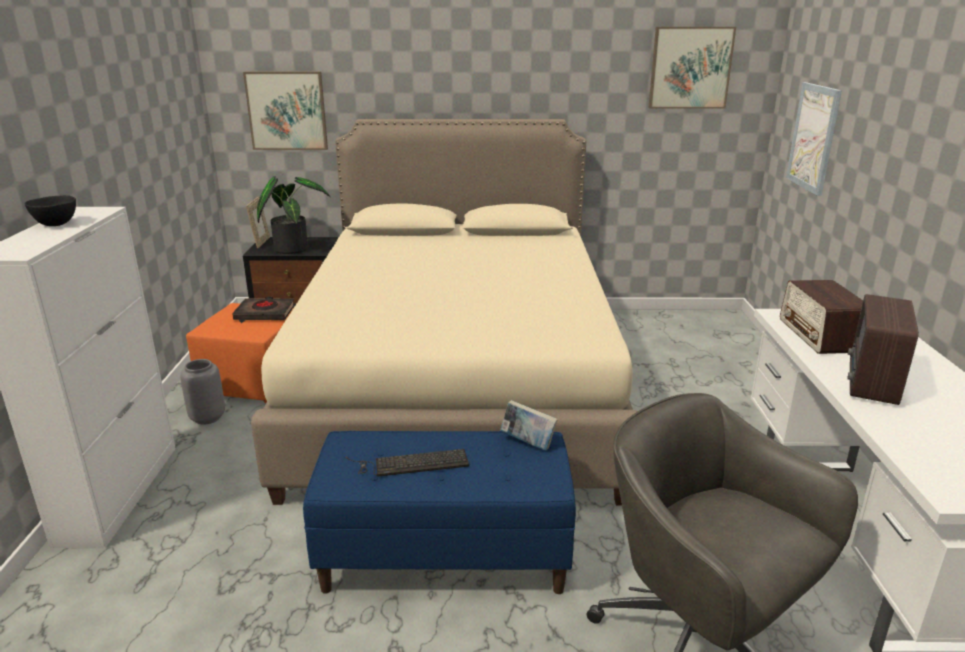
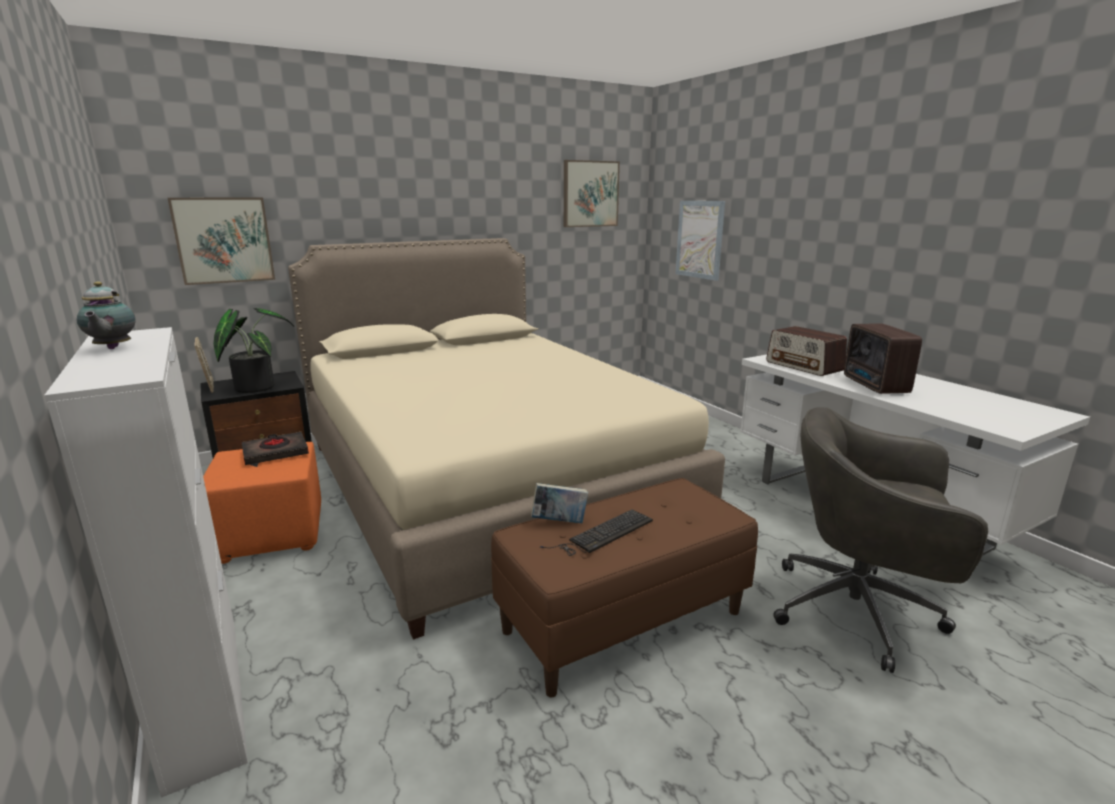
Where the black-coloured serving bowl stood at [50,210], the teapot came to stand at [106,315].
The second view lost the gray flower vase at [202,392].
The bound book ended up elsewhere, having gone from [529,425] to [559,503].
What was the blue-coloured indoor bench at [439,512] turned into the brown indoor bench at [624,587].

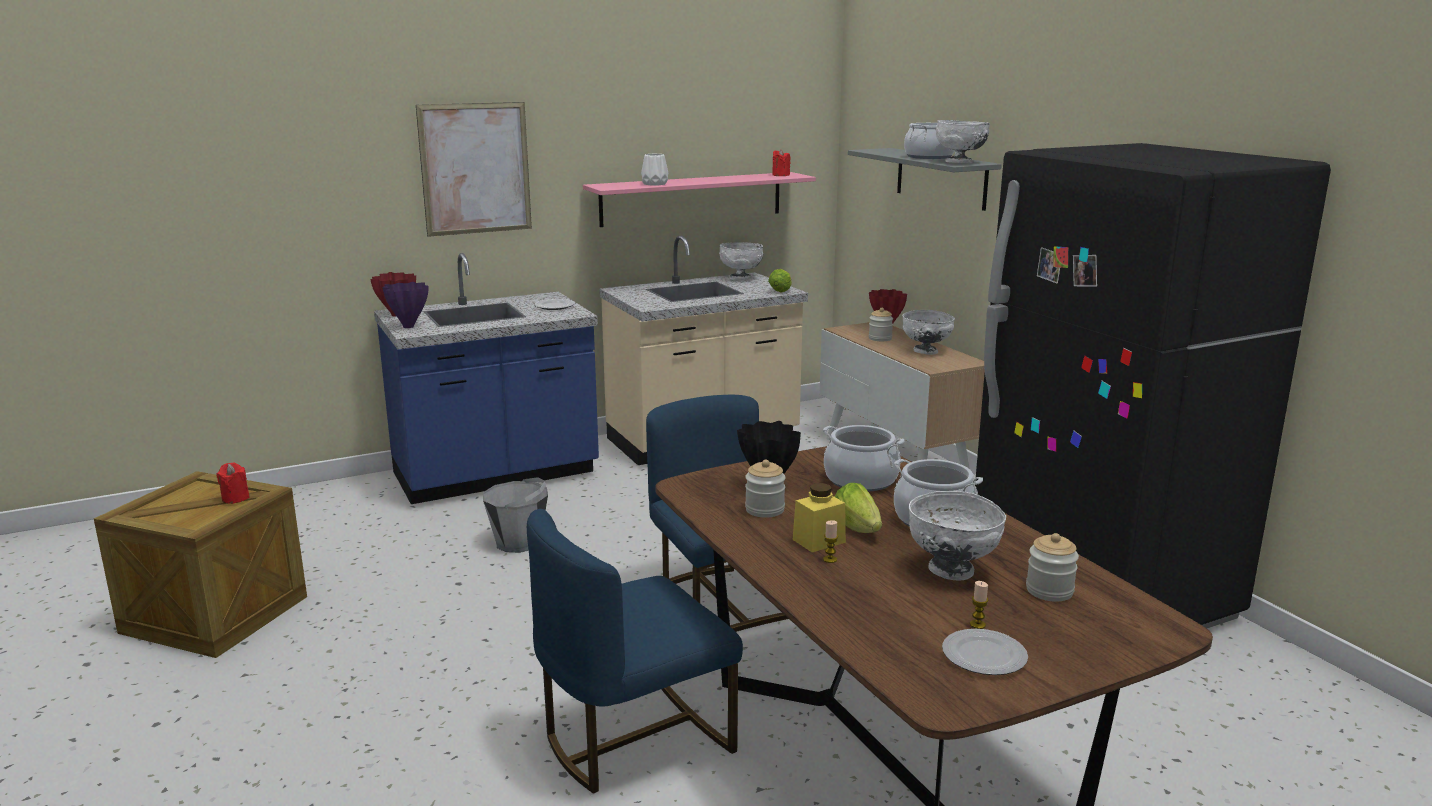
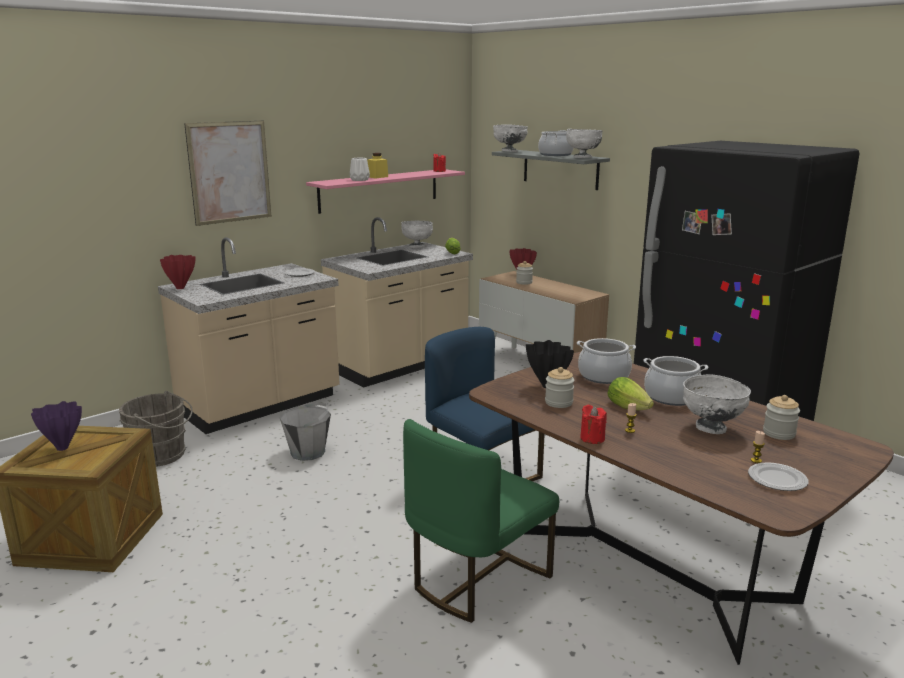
What was the blue-coloured kitchen counter at [486,378] turned into the beige kitchen counter at [249,335].
The purplish flower vase ended up elsewhere, having gone from [405,305] to [56,426].
The white serving bowl ended up elsewhere, having gone from [928,332] to [510,138].
The red-coloured wax candle ended up elsewhere, having gone from [233,483] to [593,424].
The yellow-coloured storage jar ended up elsewhere, having gone from [819,517] to [377,165].
What was the blue-coloured plain chair at [635,651] turned into the greenish plain chair at [481,521].
The second view gained the gray pail at [156,429].

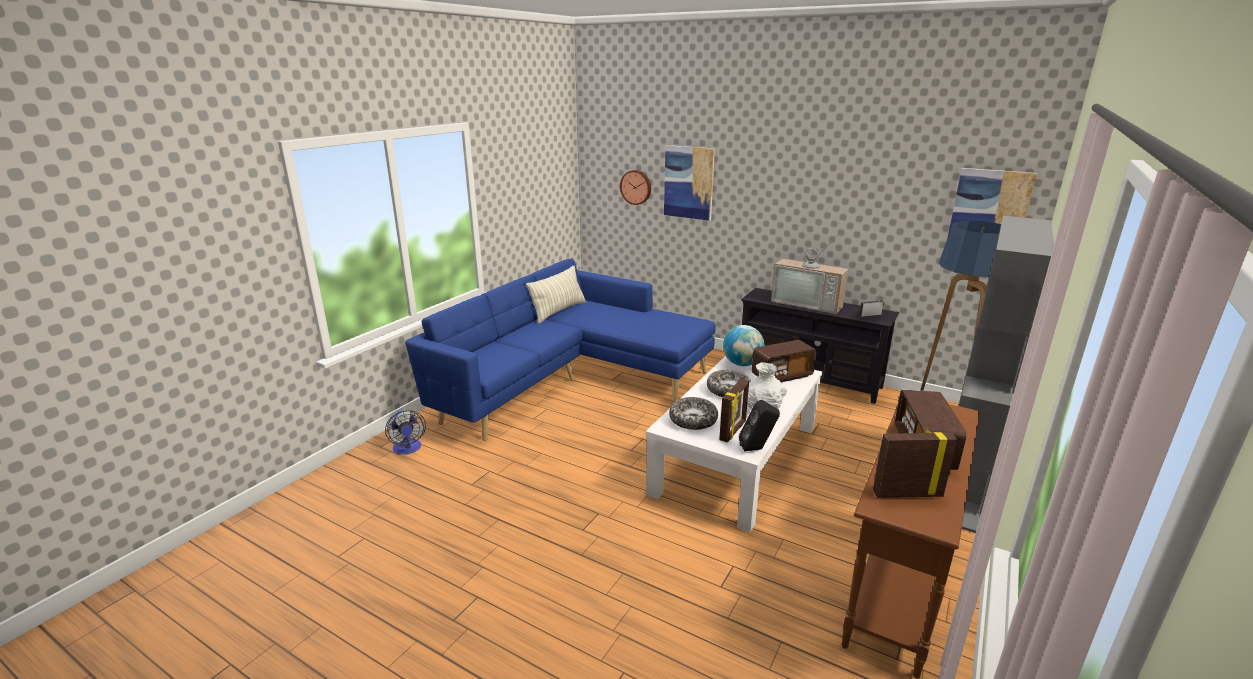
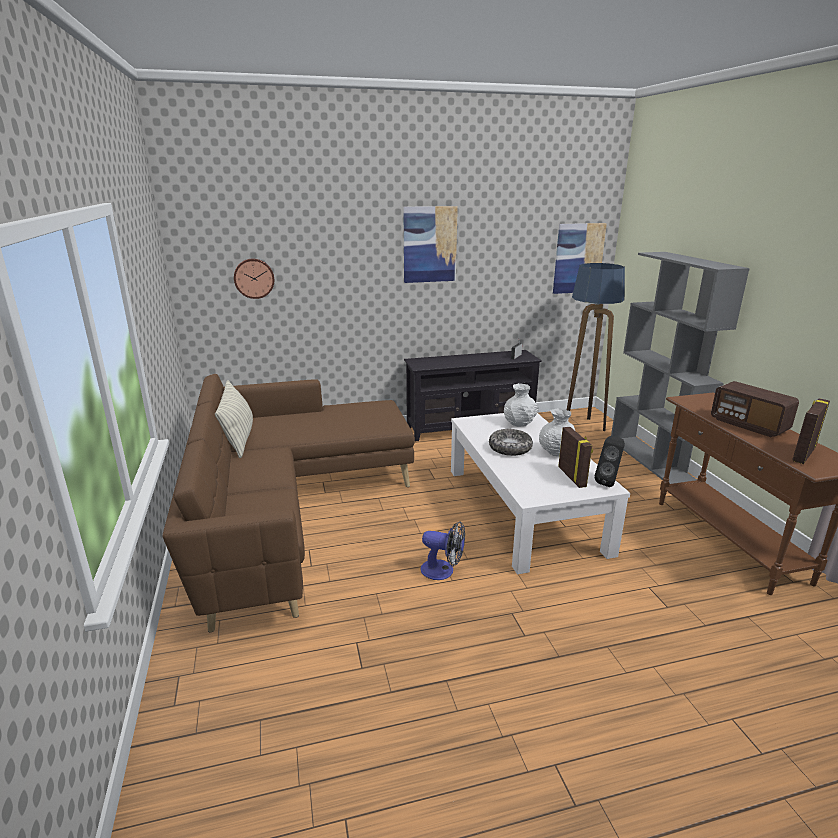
The wall art ended up elsewhere, having gone from [689,183] to [430,244].
The second view lost the television at [809,272].
What was the blue-coloured settee at [560,350] turned into the brown settee at [289,503].
The second view lost the desk globe at [744,345].
Where the radio stood at [784,361], the white flower vase came to stand at [521,405].
The second view lost the serving bowl at [693,413].
The electric fan ended up elsewhere, having gone from [405,432] to [443,550].

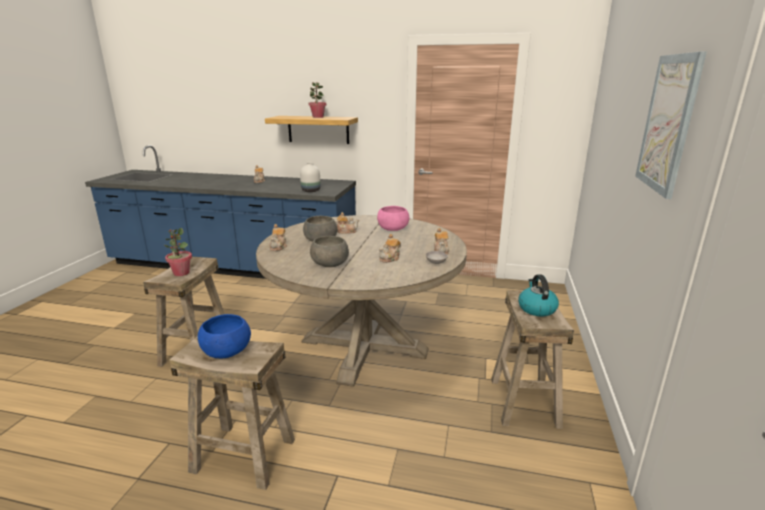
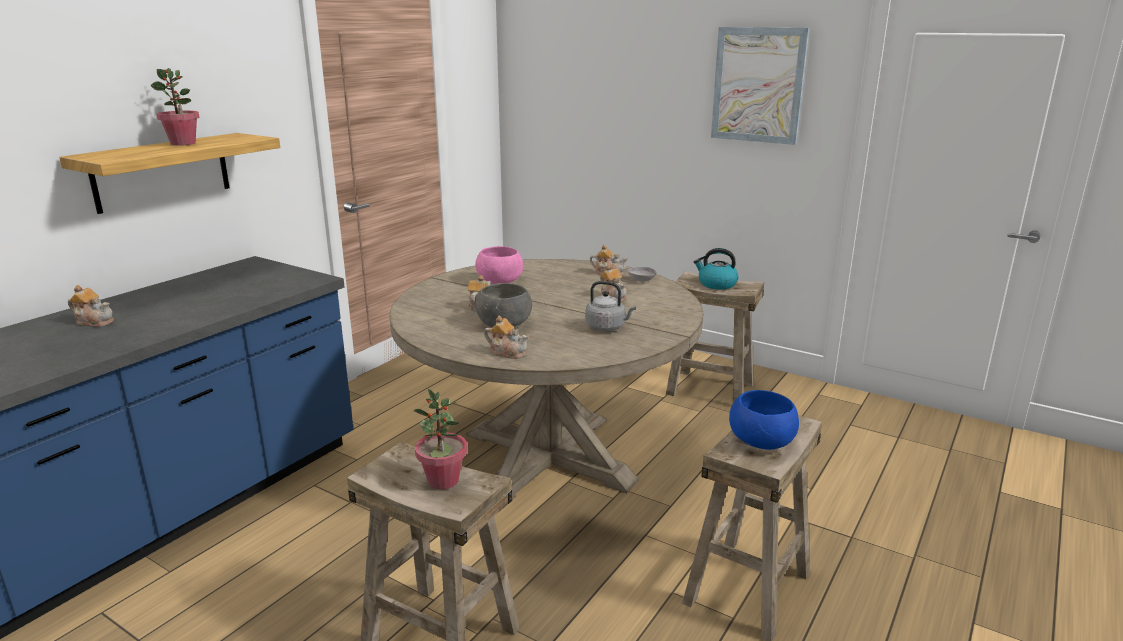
The second view lost the white flower vase at [310,177].
Where the gray serving bowl stood at [329,251], the gray tea kettle came to stand at [611,306].

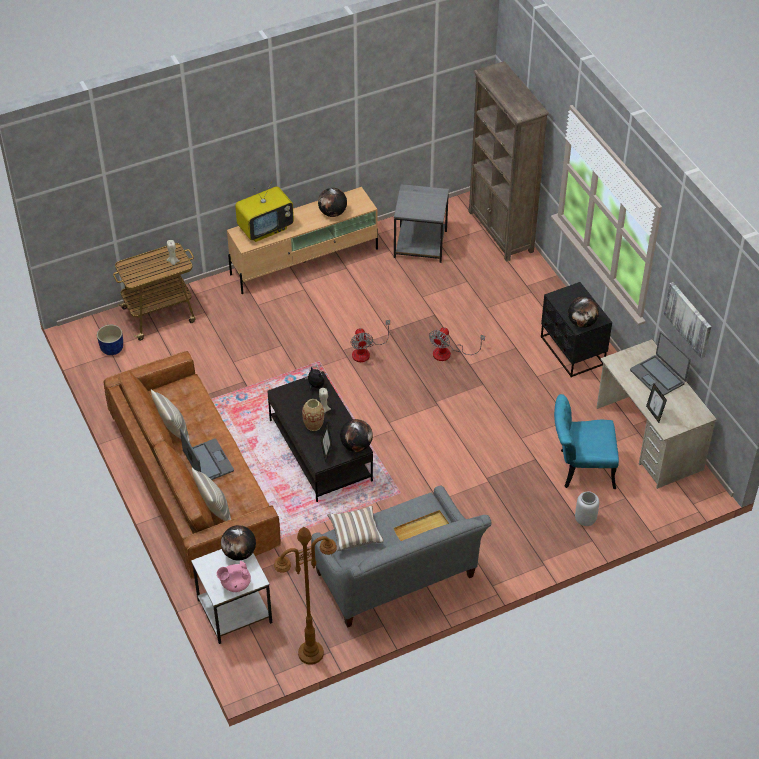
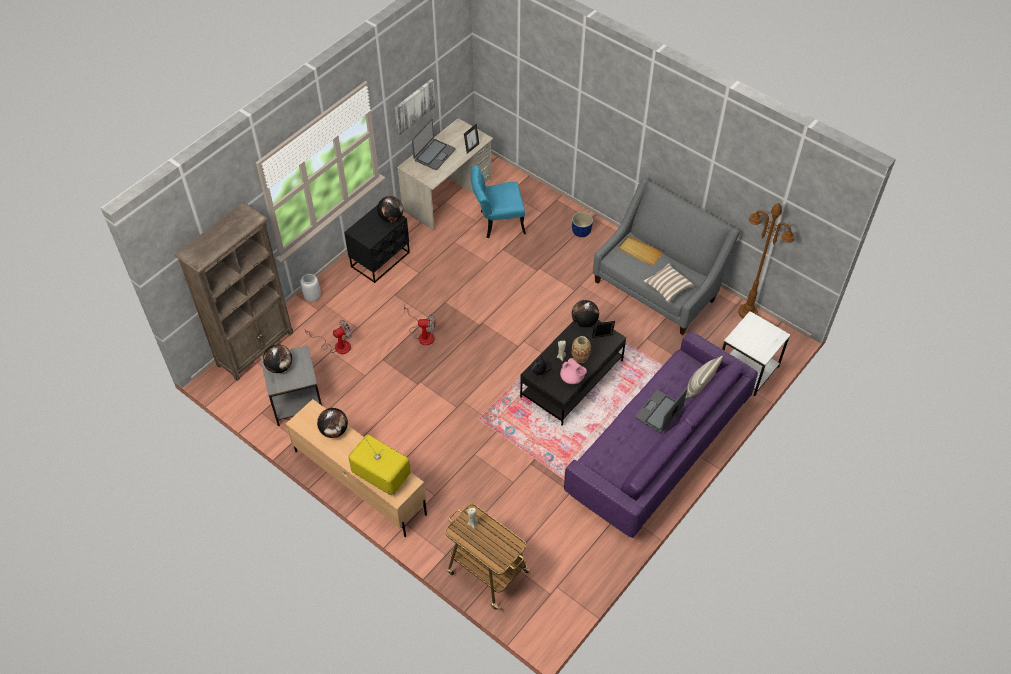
The electric fan ended up elsewhere, having gone from [370,341] to [328,337].
The blue-coloured planter ended up elsewhere, having gone from [110,340] to [582,224].
What was the brown settee at [192,465] turned into the purplish settee at [661,434].
The second view lost the throw pillow at [170,416].
The turquoise-coloured plain chair at [586,441] ended up facing another way, 105 degrees clockwise from before.
The gray flower vase ended up elsewhere, having gone from [587,508] to [310,288].
The desk globe ended up elsewhere, having gone from [238,543] to [277,358].
The pink-coloured teapot ended up elsewhere, having gone from [234,576] to [573,371].

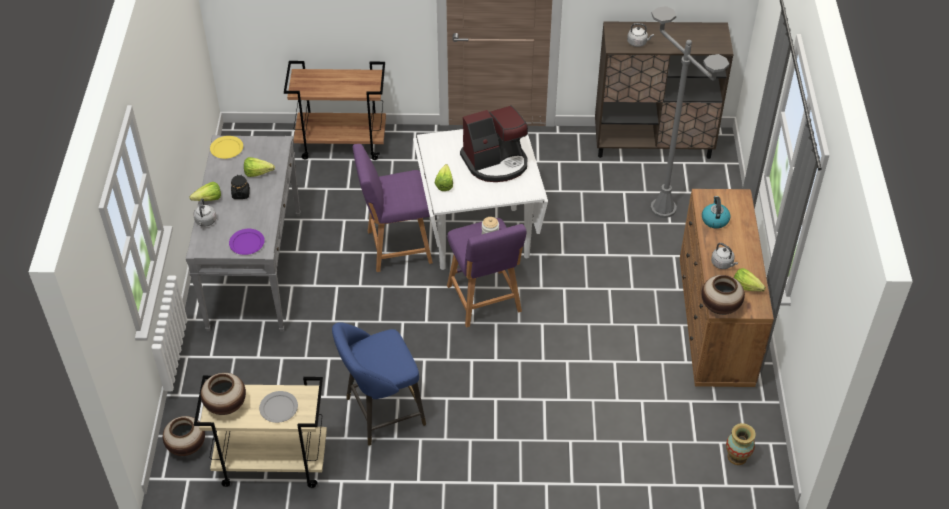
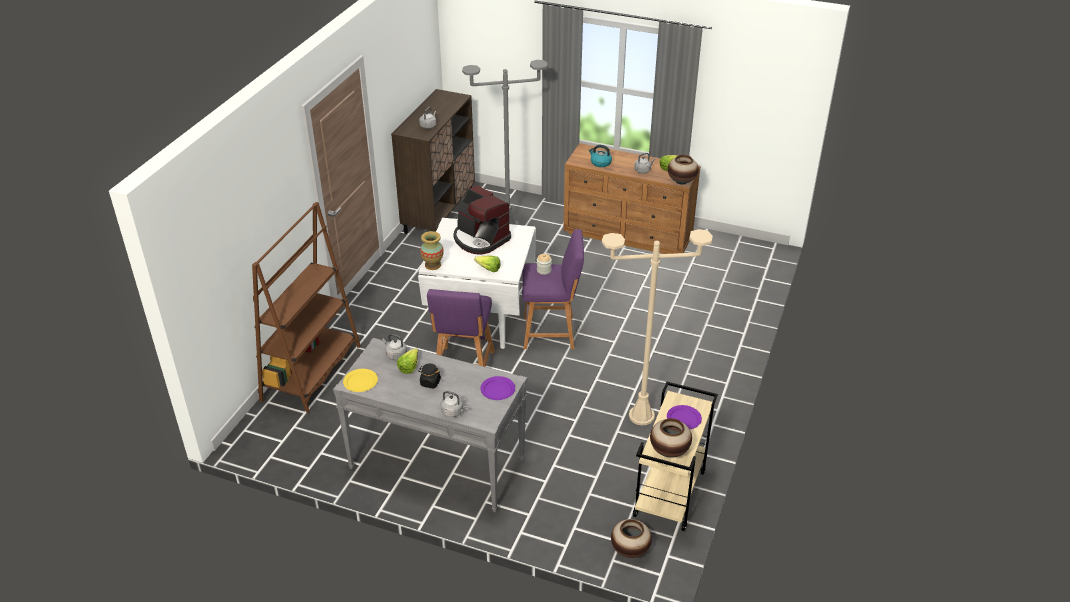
Where the brown trolley stood at [335,110], the brown bookshelf came to stand at [306,307].
The coffee machine at [494,143] ended up facing another way, 135 degrees clockwise from before.
The second view lost the lettuce at [205,191].
Where the blue-coloured stool seat stood at [379,384], the beige standard lamp came to stand at [657,327].
What was the gray flat dish at [278,407] turned into the purplish flat dish at [684,417].
The flower vase ended up elsewhere, having gone from [741,444] to [432,250].
The second view gained the gray tea kettle at [394,347].

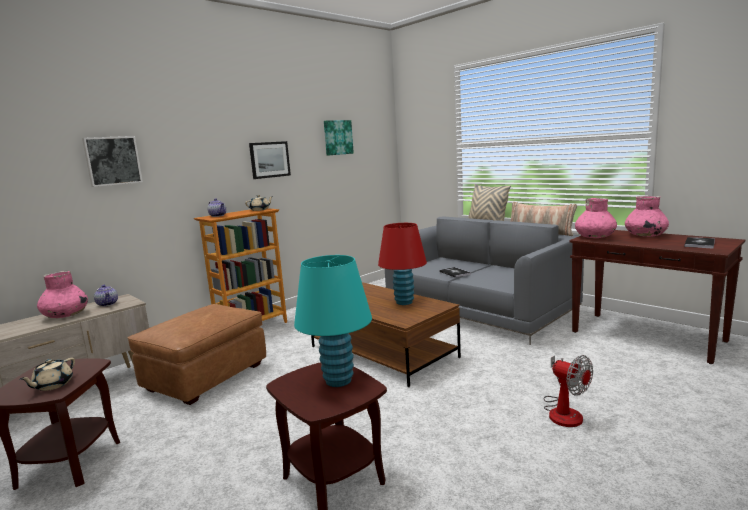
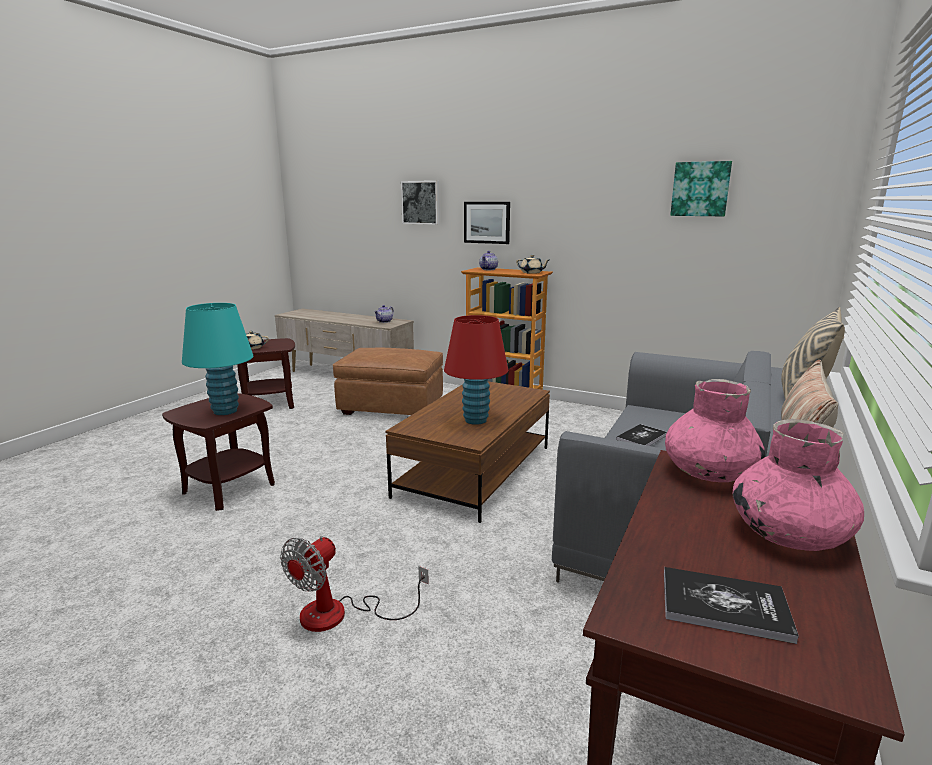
The wall art ended up elsewhere, having gone from [270,160] to [487,223].
The second view lost the pink-coloured flower vase at [62,294].

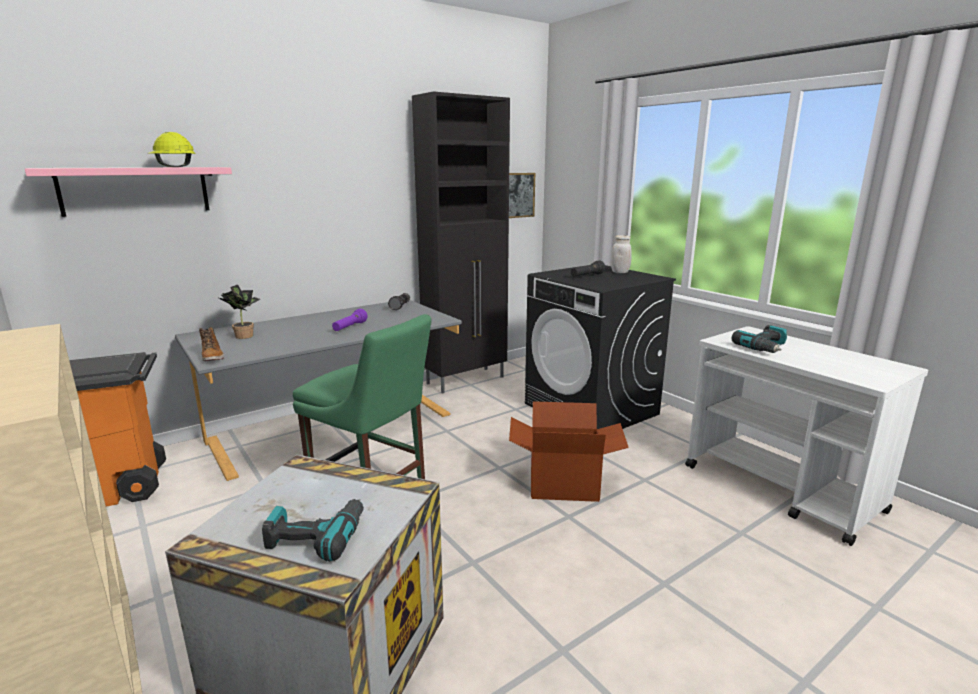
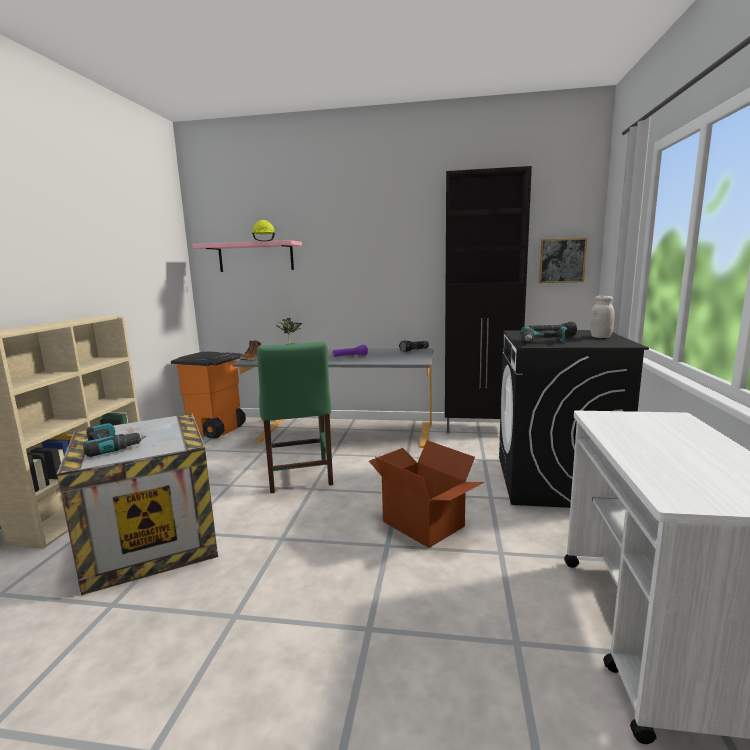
The drill ended up elsewhere, having gone from [759,339] to [543,334].

